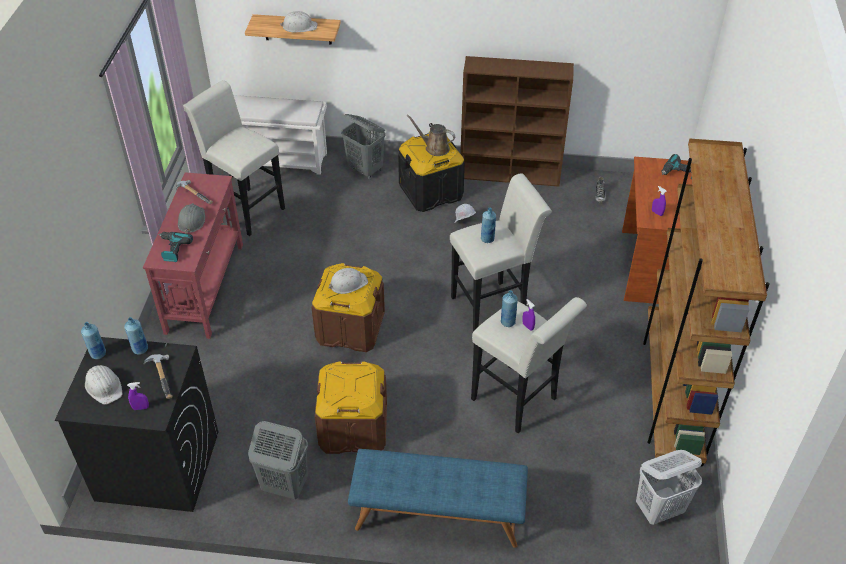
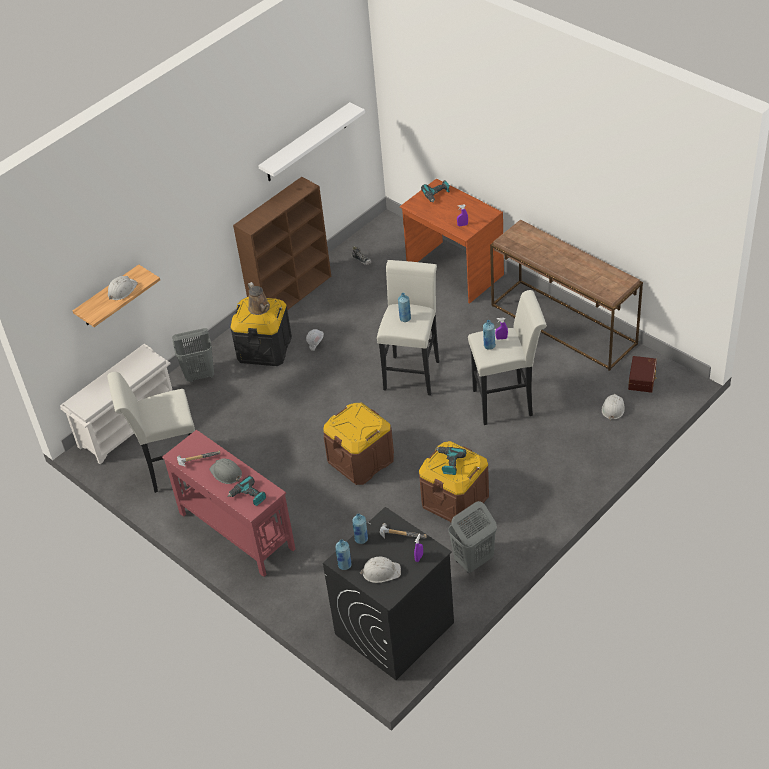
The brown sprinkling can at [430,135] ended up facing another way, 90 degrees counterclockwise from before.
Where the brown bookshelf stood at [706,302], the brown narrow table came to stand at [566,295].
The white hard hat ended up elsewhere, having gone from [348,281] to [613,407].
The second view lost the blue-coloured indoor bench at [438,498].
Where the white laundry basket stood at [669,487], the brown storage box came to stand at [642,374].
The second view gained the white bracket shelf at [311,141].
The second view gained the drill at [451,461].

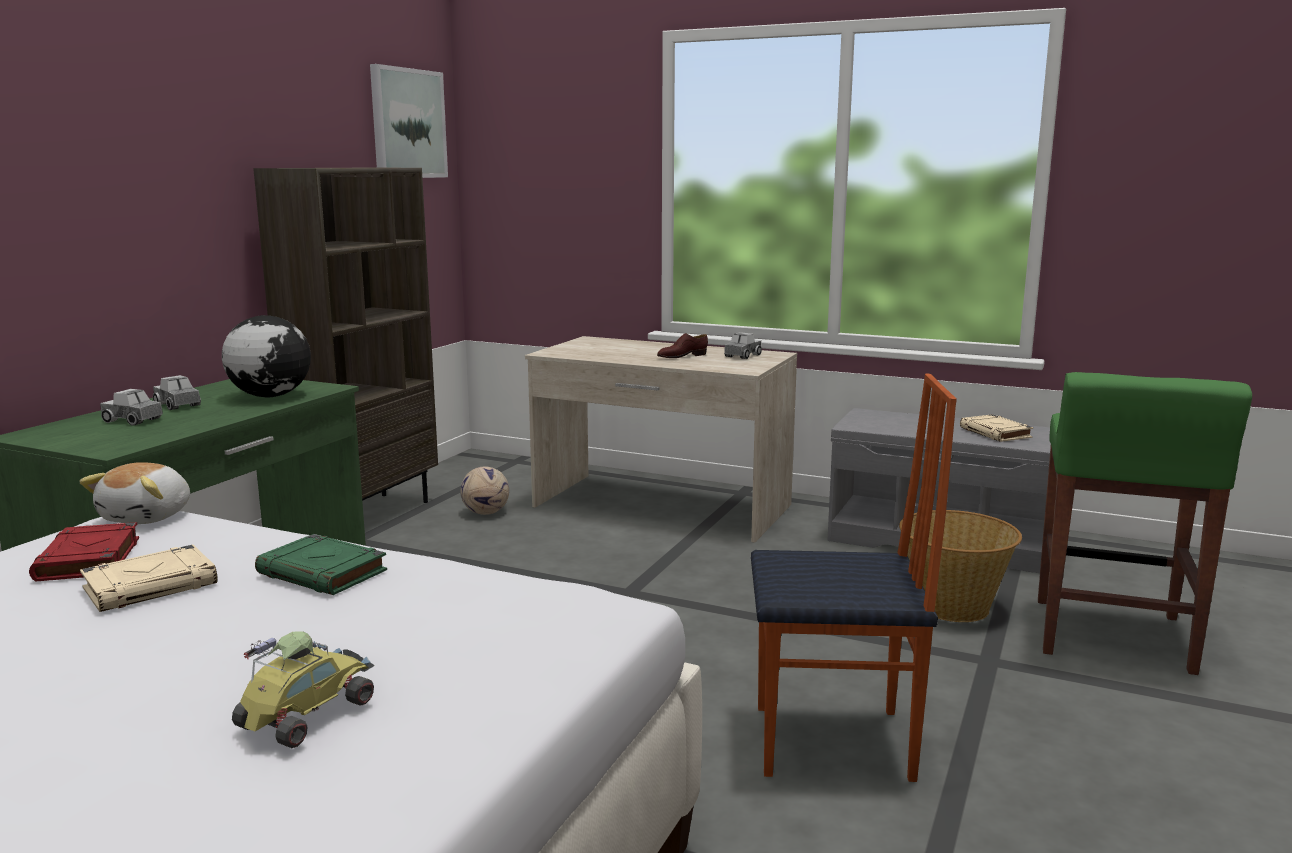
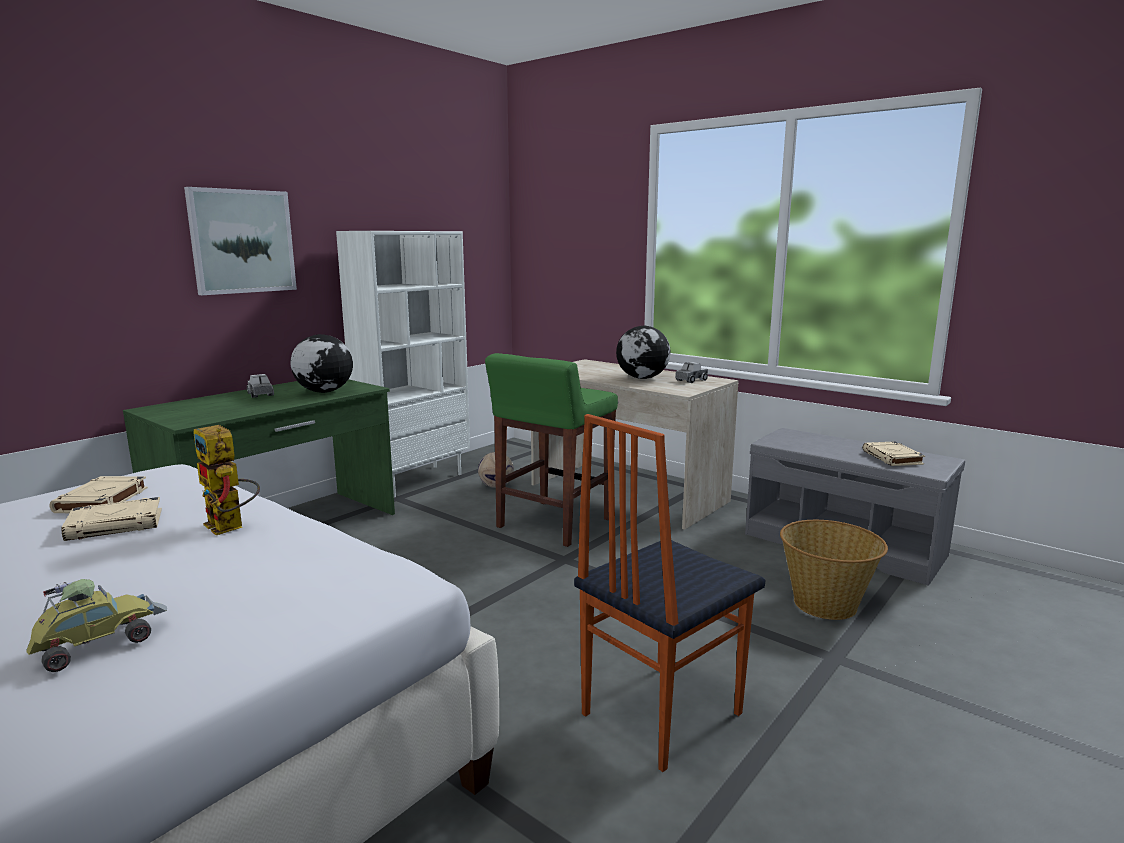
The wall art ended up elsewhere, having gone from [409,121] to [240,241].
What was the brown bookshelf at [345,335] turned into the white bookshelf at [403,364].
Where the brown item of footwear stood at [682,345], the desk globe came to stand at [643,352].
The greenish stool seat ended up elsewhere, having gone from [1145,523] to [551,450].
The plain chair at [854,577] ended up facing another way, 120 degrees clockwise from before.
The second view lost the toy truck at [131,407].
The second view lost the cuddly toy at [134,493].
What was the red-coloured bound book at [84,551] turned into the beige bound book at [99,494].
Where the greenish bound book stood at [321,564], the toy robot came to stand at [226,480].

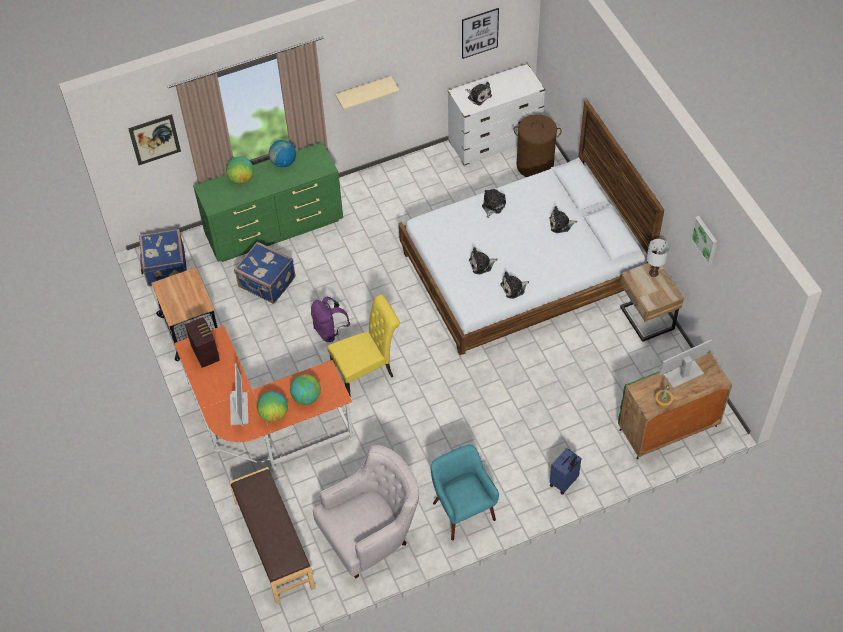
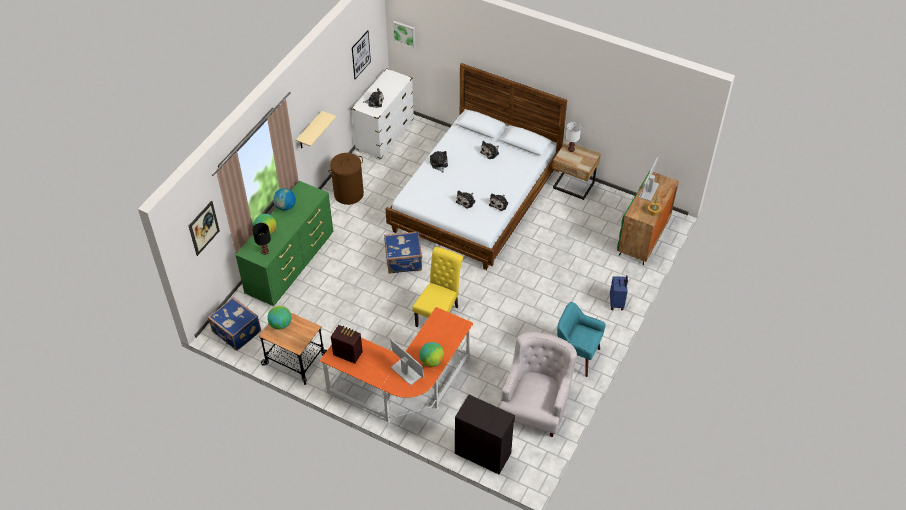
The brown laundry basket ended up elsewhere, having gone from [538,145] to [346,179].
The wall art ended up elsewhere, having gone from [703,240] to [404,34].
The blue-coloured travel case ended up elsewhere, having gone from [264,273] to [403,252].
The second view lost the purplish knapsack at [330,319].
The desk globe ended up elsewhere, having gone from [305,389] to [279,318].
Where the brown indoor bench stood at [272,535], the black-coloured cupboard came to stand at [485,434].
The second view gained the black-coloured lamp for a table at [261,239].

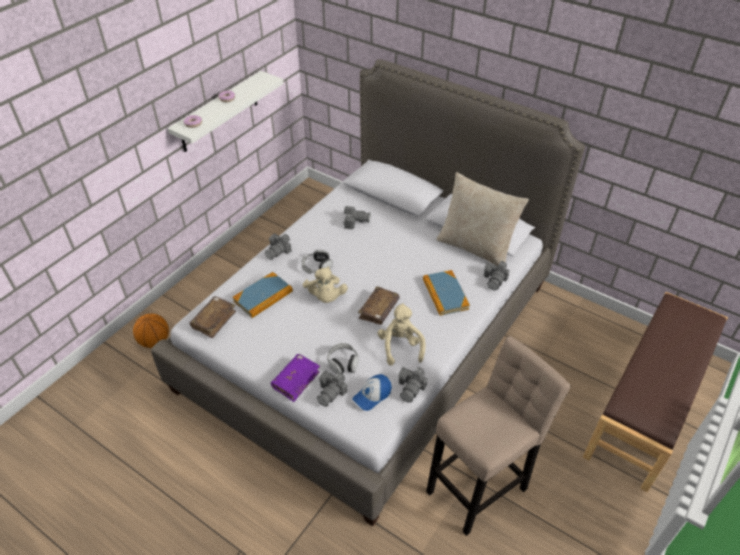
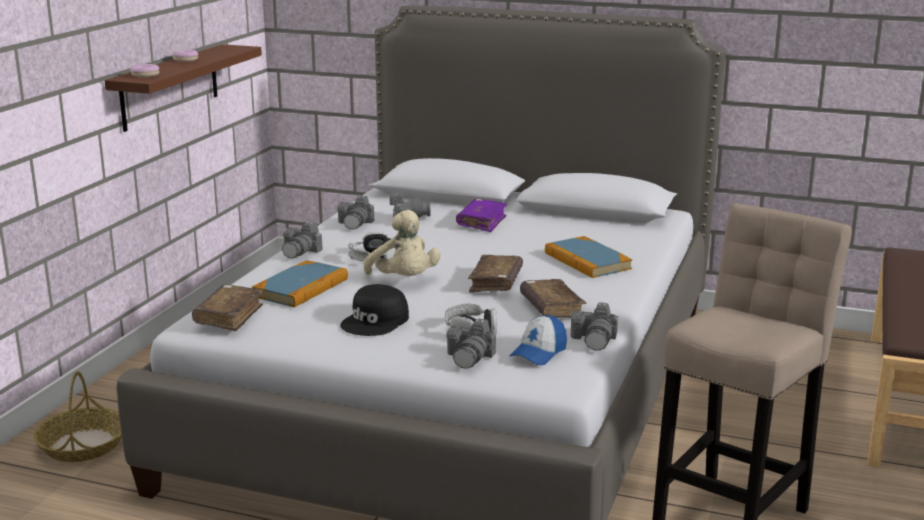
What was the white bracket shelf at [225,111] turned into the brown bracket shelf at [183,88].
The second view lost the beige throw pillow at [482,219].
The photo camera ended up elsewhere, having gone from [497,275] to [355,213].
Where the beige cuddly toy stood at [402,334], the brown bound book came to stand at [553,298].
Where the basketball ball stood at [151,331], the household basket came to stand at [77,416].
The purplish bound book ended up elsewhere, having gone from [295,378] to [482,215].
The second view gained the black-coloured cap at [374,310].

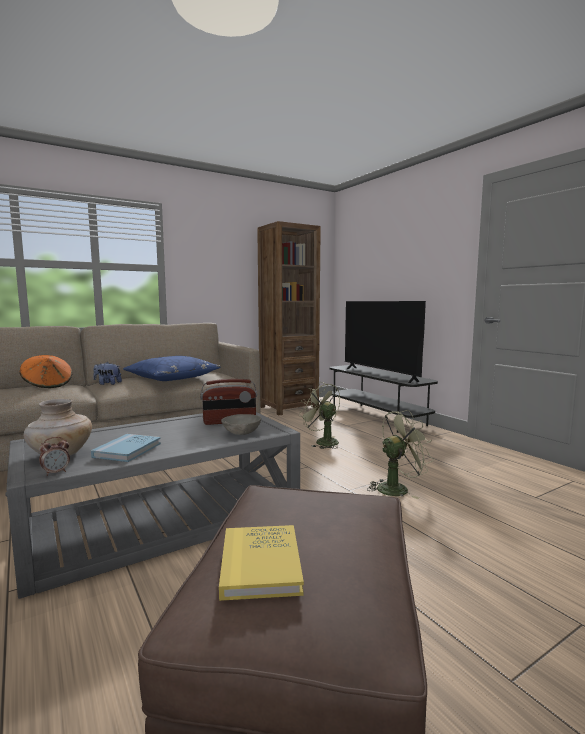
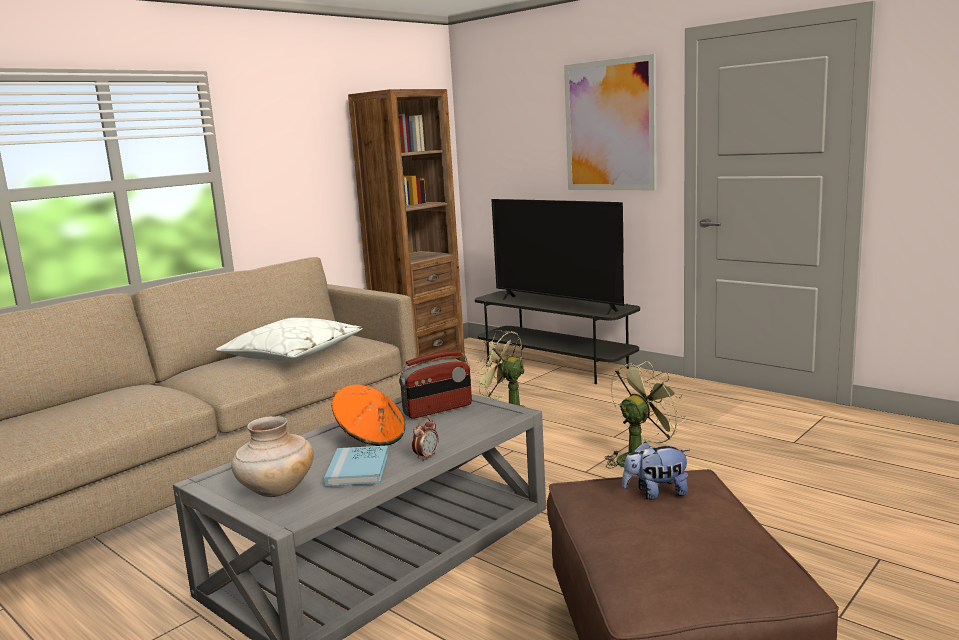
The orange-coloured wearable hat ended up elsewhere, having gone from [46,371] to [368,415].
What was the blue-coloured throw pillow at [172,368] turned into the white throw pillow at [289,340].
The cuddly toy ended up elsewhere, having gone from [107,373] to [656,470].
The second view lost the gray serving bowl at [241,424].
The table clock ended up elsewhere, having gone from [54,456] to [425,439].
The second view lost the yellow-coloured bound book at [261,563].
The second view gained the wall art at [610,122].

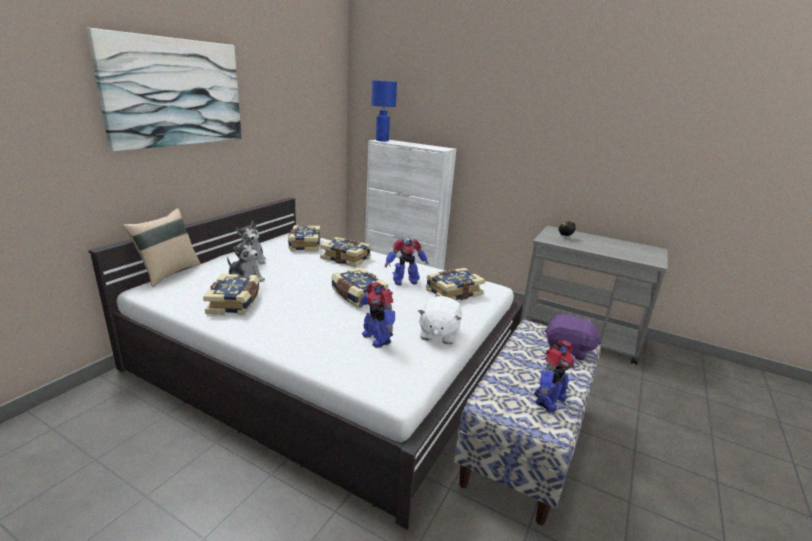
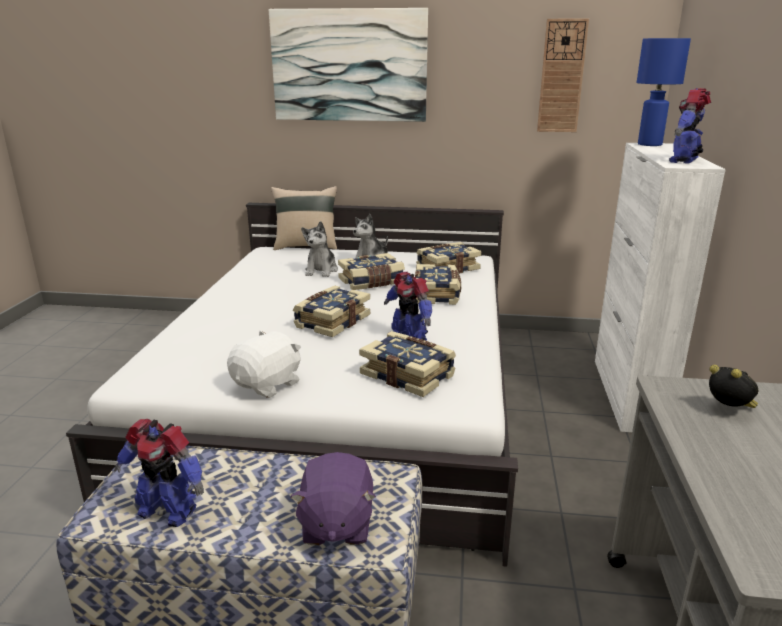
The bound book ended up elsewhere, having gone from [231,294] to [371,271].
The toy robot ended up elsewhere, having gone from [377,315] to [690,126].
The white cuddly toy at [440,320] ended up facing another way, 135 degrees clockwise from before.
The second view gained the clock on the wall at [563,75].

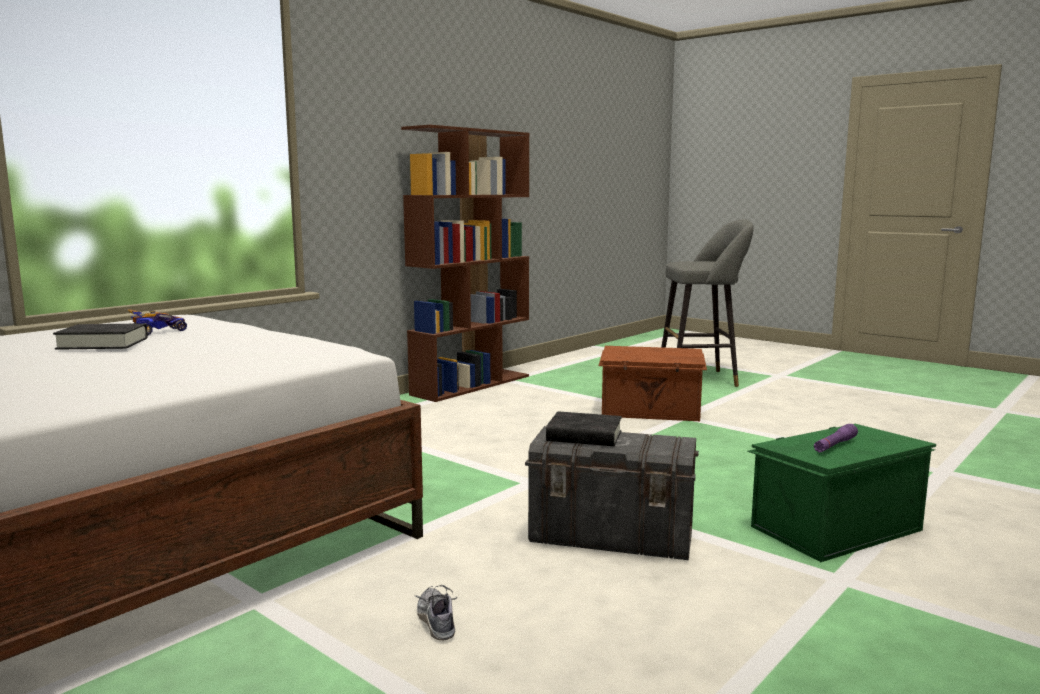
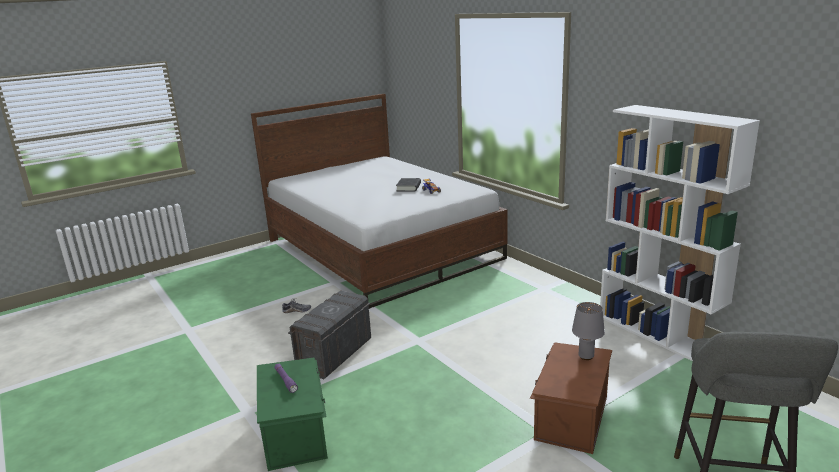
What was the brown bookshelf at [465,263] turned into the white bookshelf at [680,233].
The second view lost the black-coloured bound book at [584,428].
The second view gained the gray lamp for a table at [588,331].

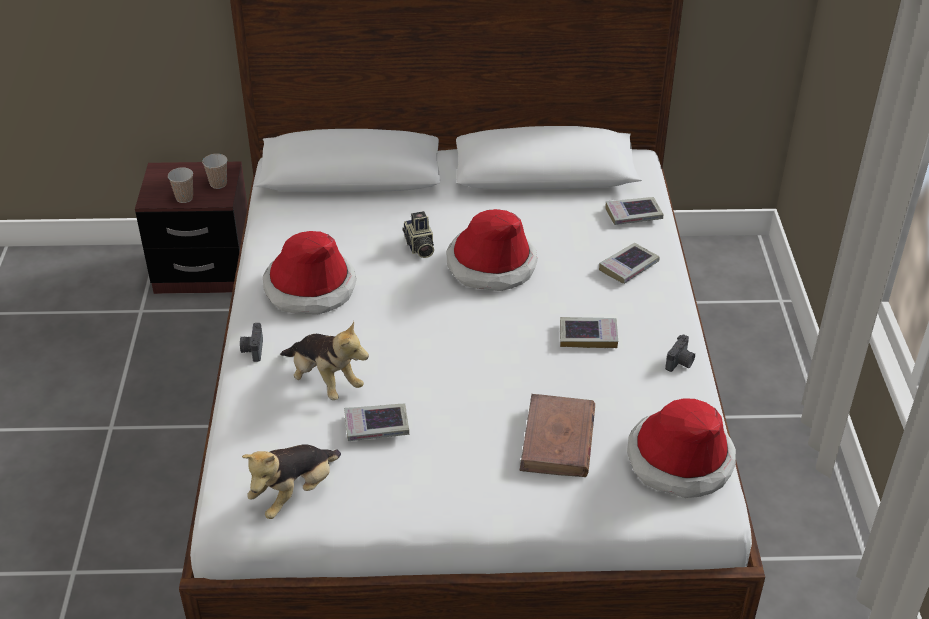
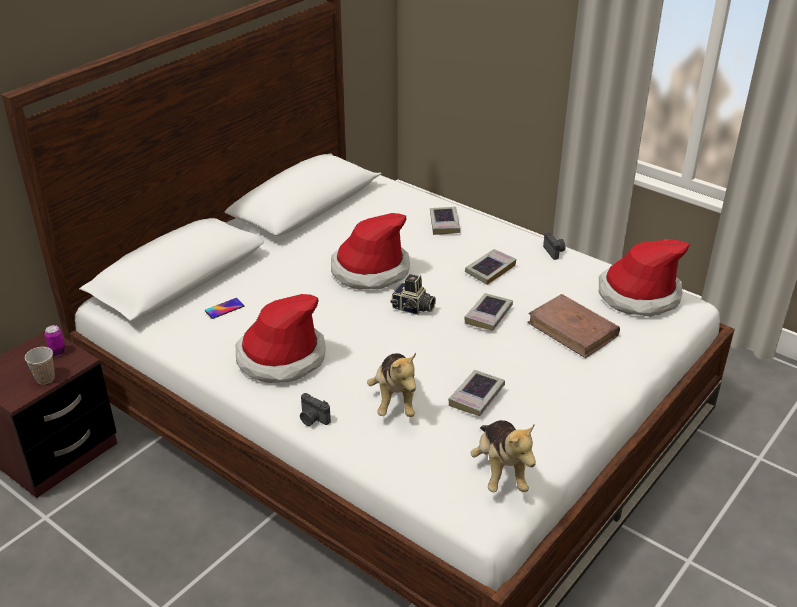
Where the cup stood at [214,171], the sealed can came to stand at [55,340].
The bound book ended up elsewhere, having gone from [634,211] to [489,311].
The photo camera ended up elsewhere, having gone from [418,234] to [413,294].
The cuddly toy at [324,360] ended up facing another way, 90 degrees clockwise from before.
The second view gained the telephone at [225,308].

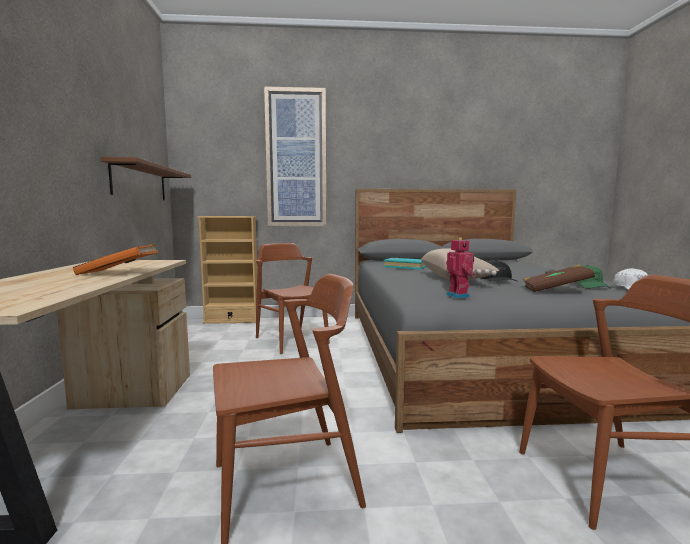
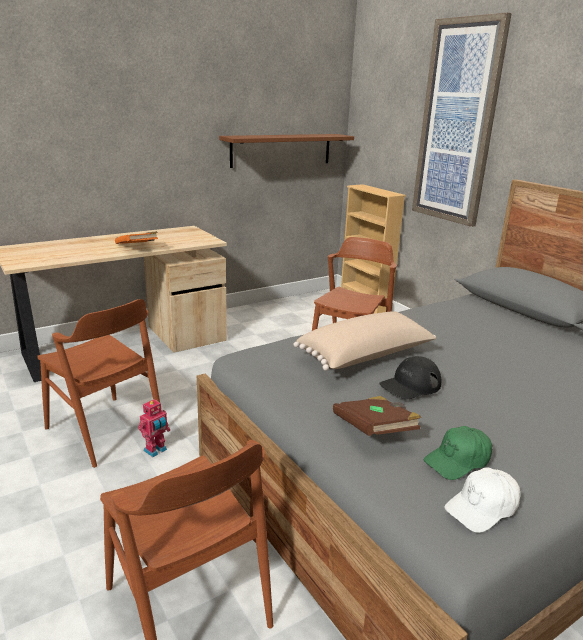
The toy robot ended up elsewhere, having gone from [460,267] to [154,428].
The second view lost the turquoise-coloured bound book at [404,263].

